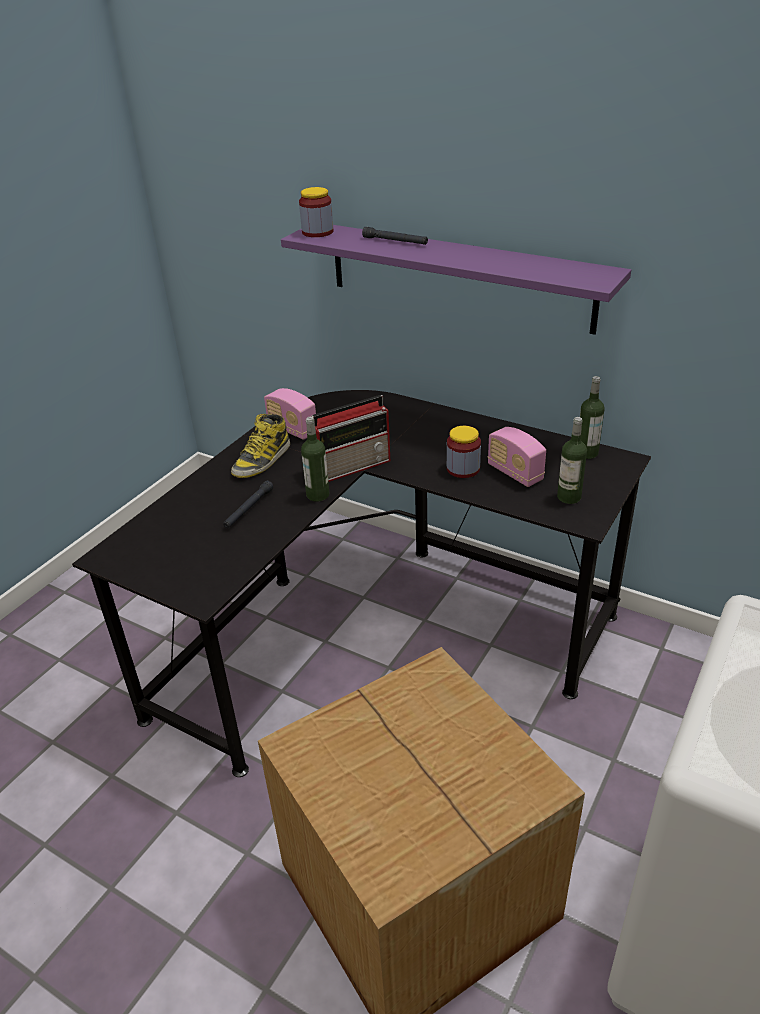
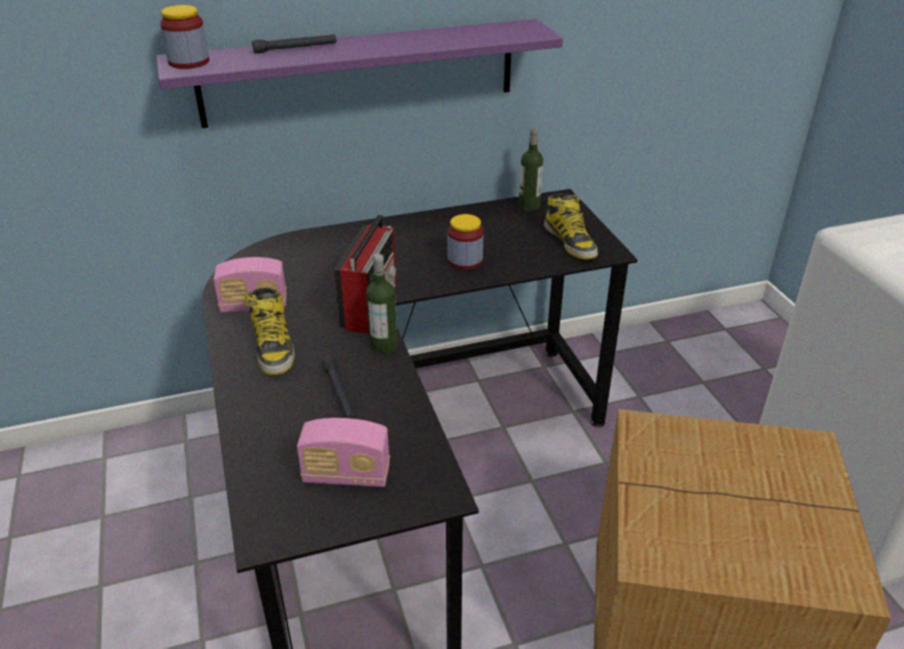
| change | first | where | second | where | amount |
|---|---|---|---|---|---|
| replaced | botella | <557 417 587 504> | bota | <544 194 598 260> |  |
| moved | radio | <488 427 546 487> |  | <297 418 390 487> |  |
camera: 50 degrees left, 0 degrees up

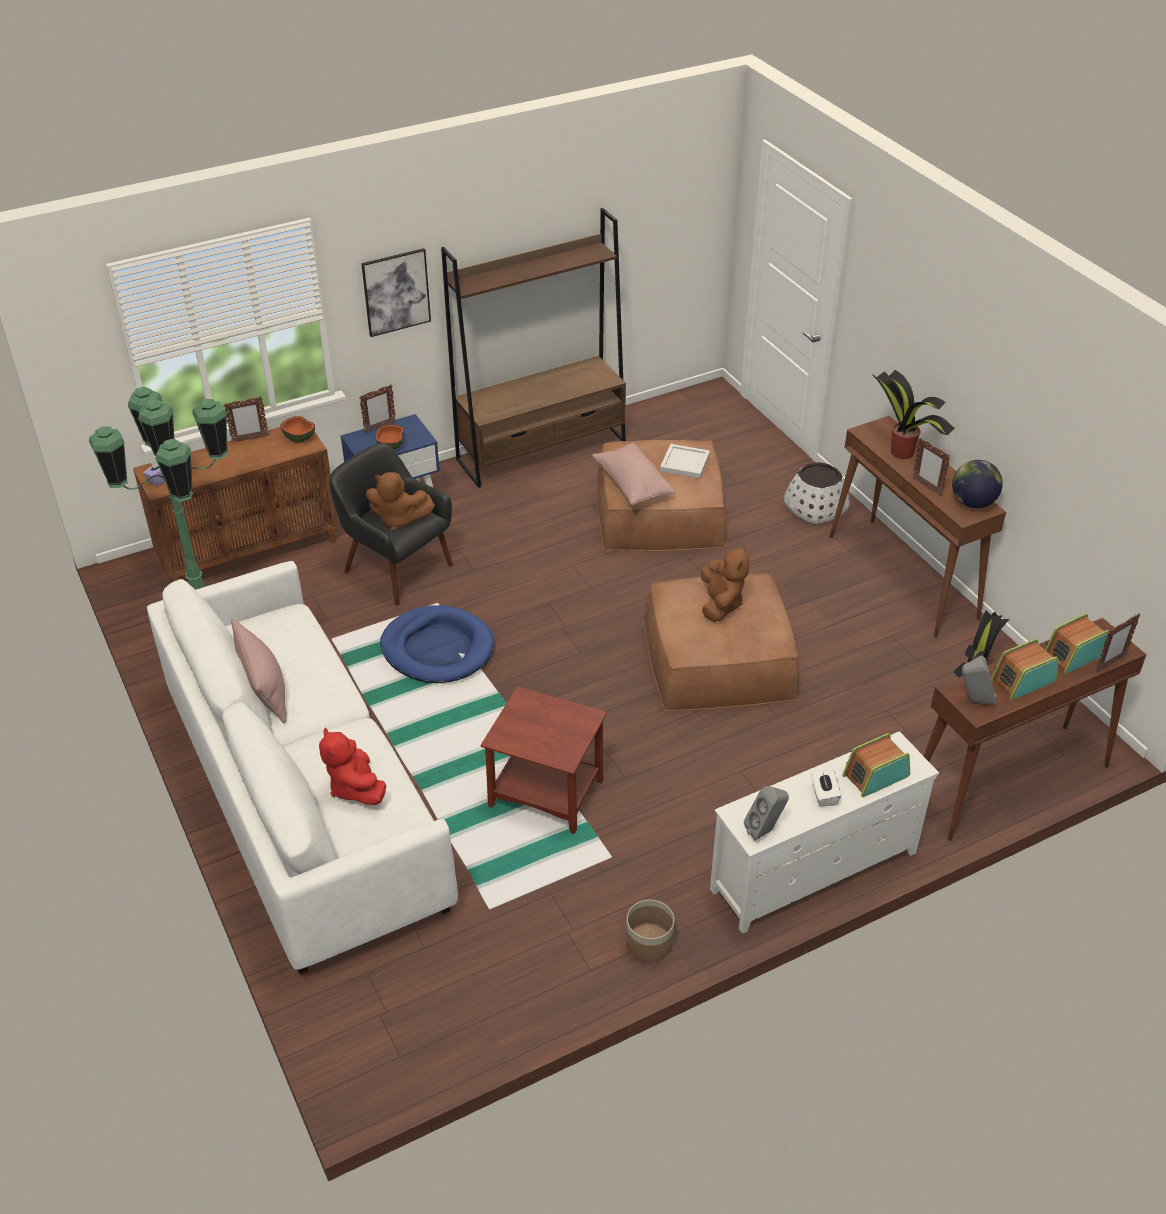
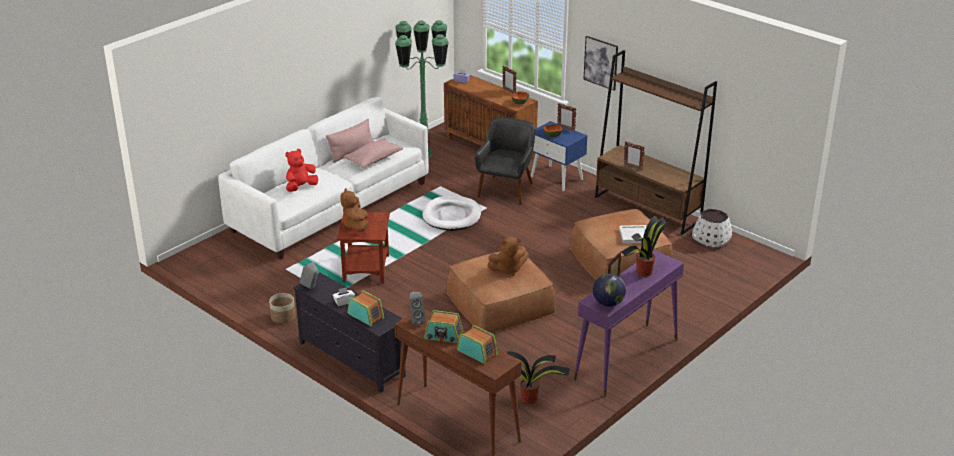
| change | first | where | second | where | amount |
|---|---|---|---|---|---|
| recoloured | mesa consola [marrón] | <829 416 1006 638> | mesa consola [morado] | <574 250 684 397> |  |
| moved | cojín [rosa] | <592 443 675 505> |  | <343 139 403 168> |  |
| moved | maceta [blanco] | <784 462 850 524> |  | <692 209 732 247> |  |
| moved | peluche [marrón] | <366 472 435 531> |  | <340 188 369 232> |  |
| recoloured | cama para perro [azul] | <380 605 494 683> | cama para perro [blanco] | <423 196 481 231> |  |
| moved | portarretratos | <1096 613 1140 673> |  | <624 142 645 171> |  |
| turned | radio | <991 639 1059 700> |  | <424 310 463 343> | 150 degrees clockwise |
| recoloured | mueble de televisión [blanco] | <710 731 939 934> | mueble de televisión [negro] | <293 273 406 393> |  |
camera: 70 degrees right, 10 degrees down

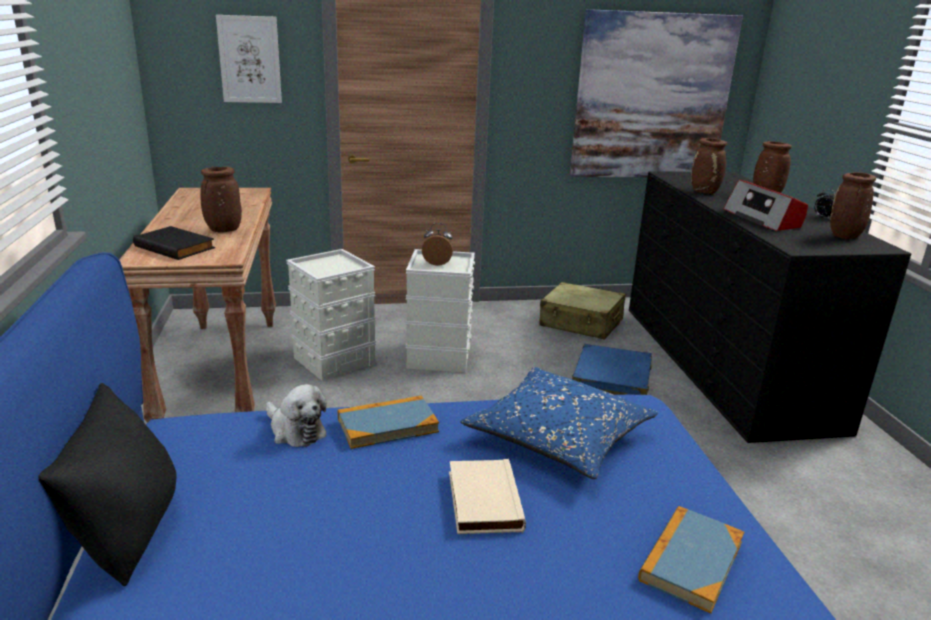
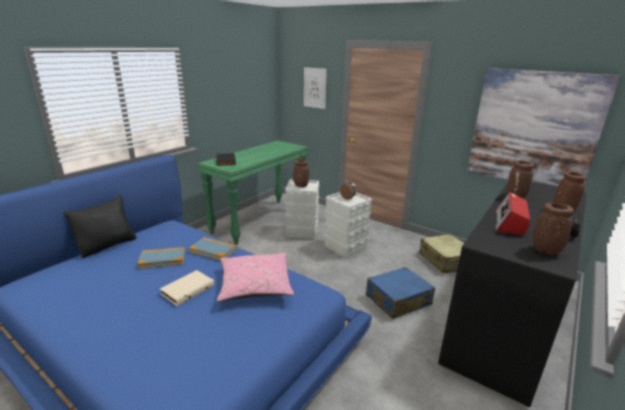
| change | first | where | second | where | amount |
|---|---|---|---|---|---|
| moved | florero [marrón] | <200 167 242 232> |  | <293 160 309 187> |  |
| recoloured | mesa consola [marrón] | <119 188 276 423> | mesa consola [verde] | <197 140 309 245> |  |
| recoloured | cojín [azul] | <460 367 658 479> | cojín [rosa] | <217 253 294 302> |  |
| removed | peluche | <266 384 327 447> |  |  |  |
| moved | libro | <638 506 744 613> |  | <137 247 185 269> |  |
camera: 45 degrees right, 0 degrees up

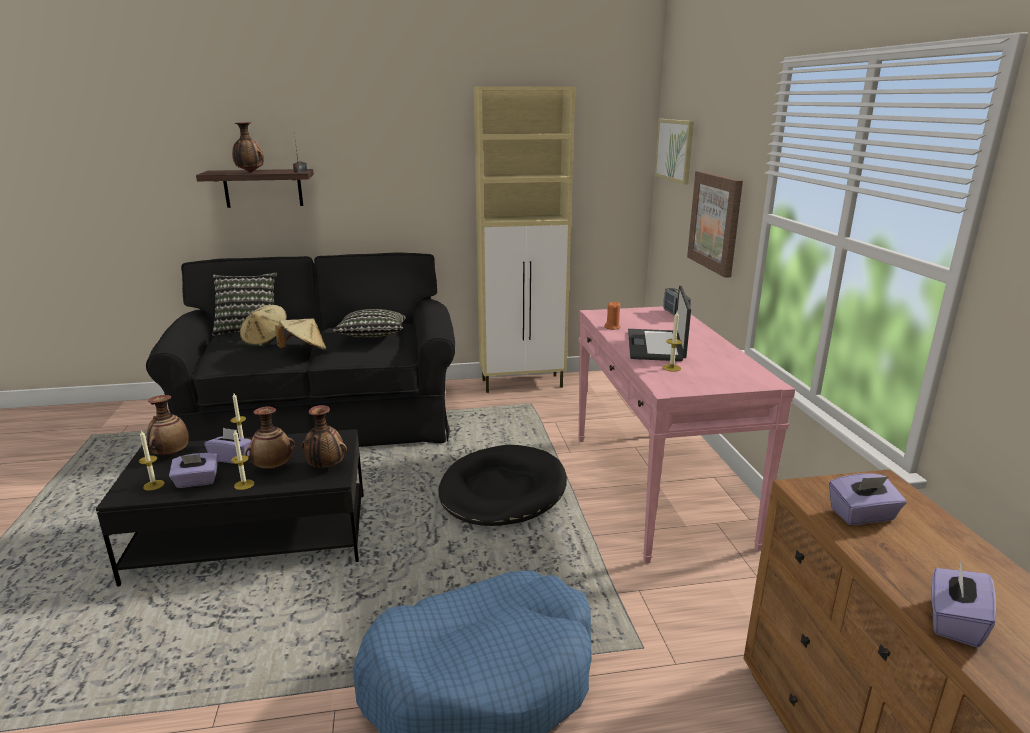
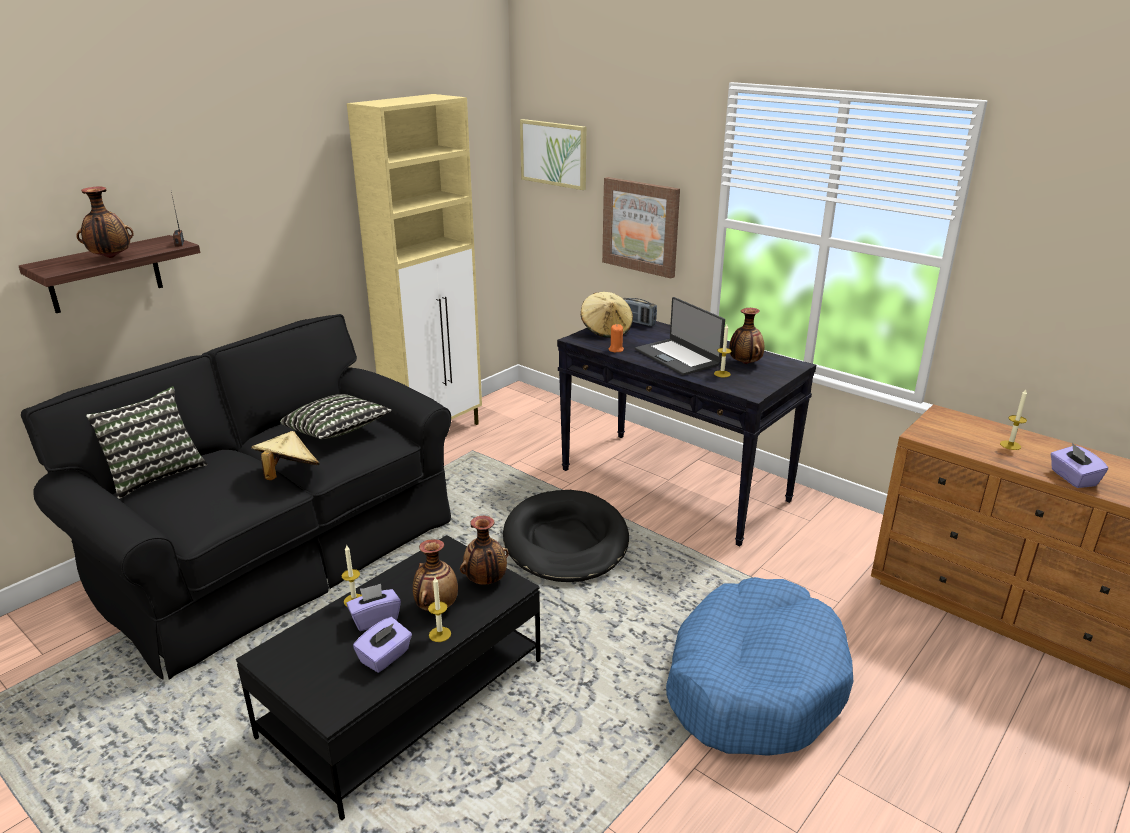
| change | first | where | second | where | amount |
|---|---|---|---|---|---|
| moved | sombrero [beis] | <240 305 287 347> |  | <581 292 633 338> |  |
| recoloured | mesa consola [rosa] | <578 306 795 563> | mesa consola [negro] | <557 321 816 546> |  |
| moved | florero | <147 395 189 455> |  | <729 308 765 364> |  |
| moved | vela | <139 430 165 491> |  | <1000 389 1027 450> |  |
| removed | caja de pañuelos [morado] | <829 473 906 525> |  |  |  |
camera: 40 degrees left, 5 degrees up

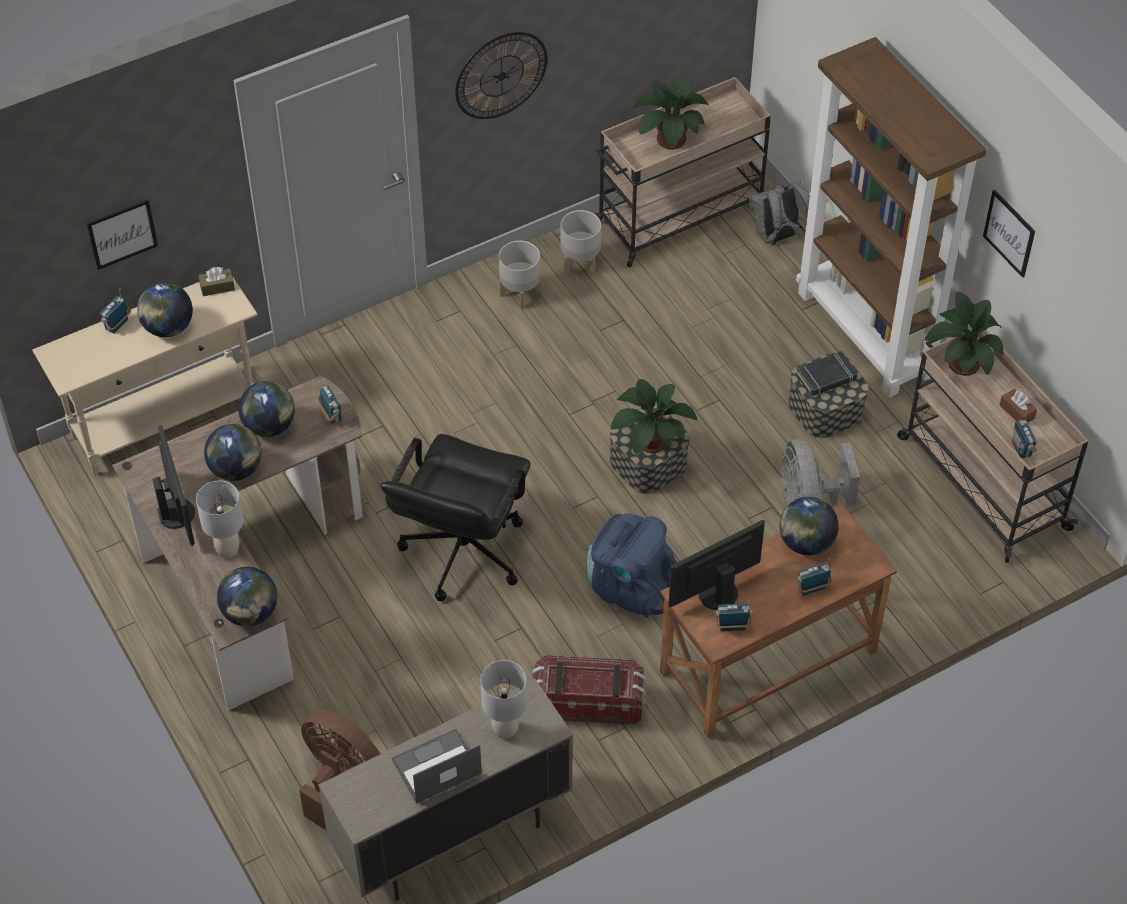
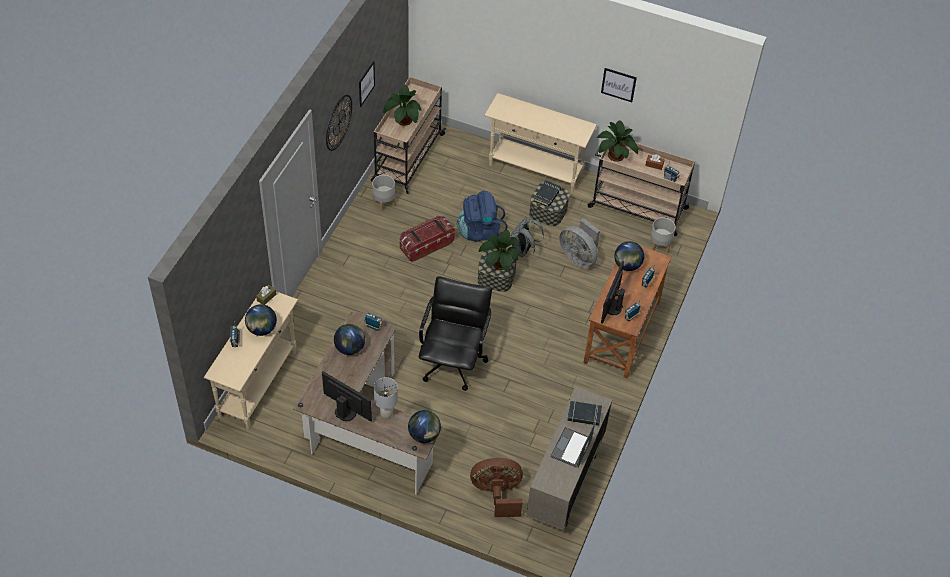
| change | first | where | second | where | amount |
|---|---|---|---|---|---|
| replaced | estantería [marrón] | <796 37 987 398> | mesa consola [beis] | <484 93 597 193> |  |
| moved | mochila [gris] | <749 180 810 245> |  | <510 217 544 257> |  |
| moved | cuadro | <86 199 158 270> |  | <359 61 375 107> |  |
| moved | maceta [gris] | <499 241 541 309> |  | <650 217 676 253> |  |
| removed | globo terráqueo | <204 424 262 481> |  |  |  |
| turned | silla de oficina [negro] | <380 434 531 601> |  | <419 276 492 391> | 150 degrees counterclockwise |
| moved | mochila [azul] | <586 513 678 617> |  | <457 191 507 242> |  |
| moved | caja de almacenaje | <532 655 645 725> |  | <400 216 455 262> |  |
| replaced | lámpara de mesa [gris] | <481 660 527 739> | libro [negro] | <567 401 602 426> |  |
camera: 40 degrees left, 0 degrees up

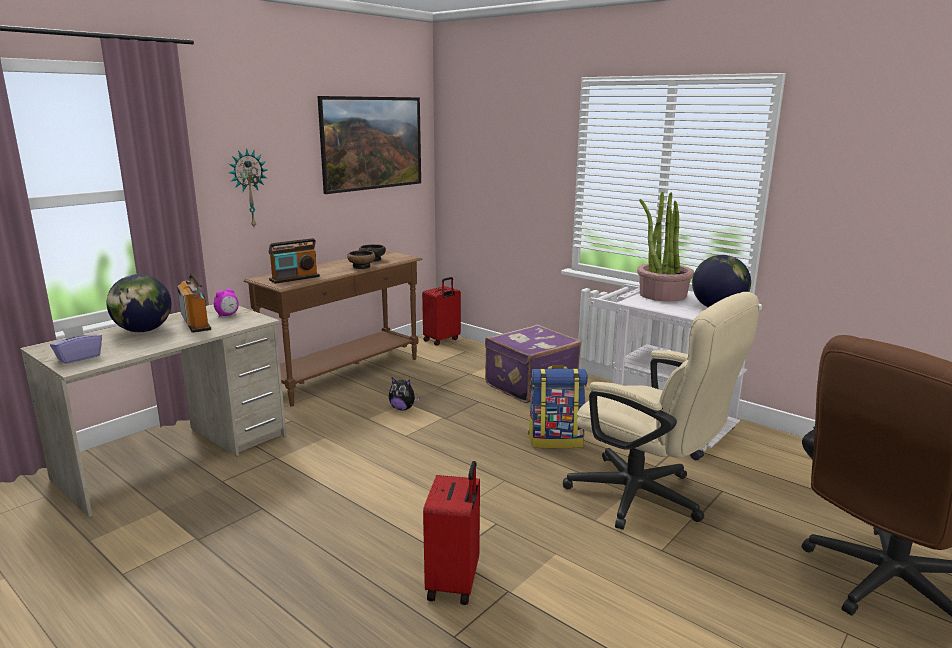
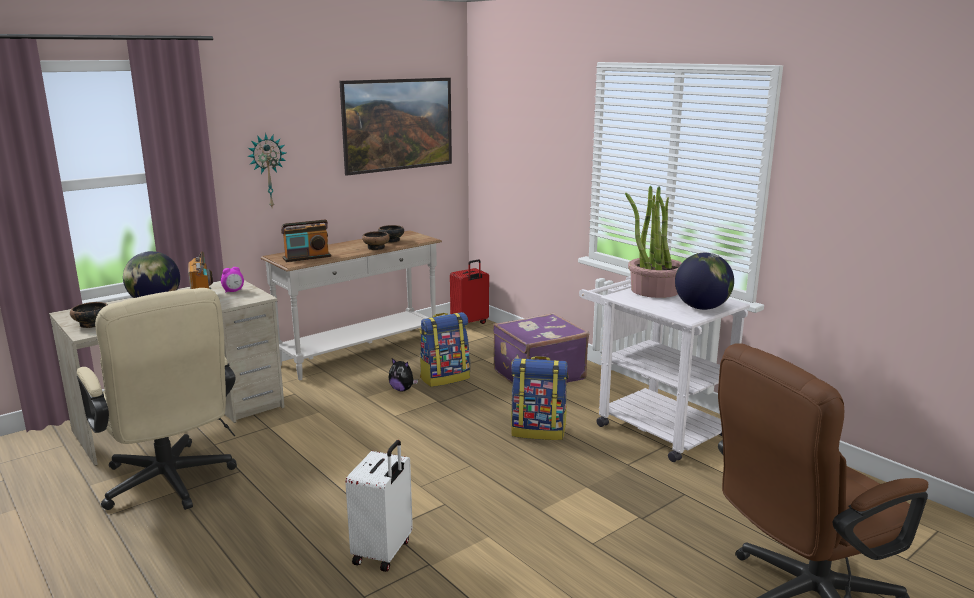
| change | first | where | second | where | amount |
|---|---|---|---|---|---|
| recoloured | mesa consola [marrón] | <244 250 423 406> | mesa consola [blanco] | <261 230 442 380> |  |
| moved | silla de oficina [beis] | <563 292 760 530> |  | <77 288 237 510> |  |
| replaced | caja de pañuelos [morado] | <50 325 102 364> | cuenco | <70 302 108 328> |  |
| recoloured | maleta [rojo] | <423 461 480 605> | maleta [blanco] | <345 440 413 572> |  |
| added |  |  | mochila | <420 312 470 387> |  |
camera: 10 degrees right, 0 degrees up

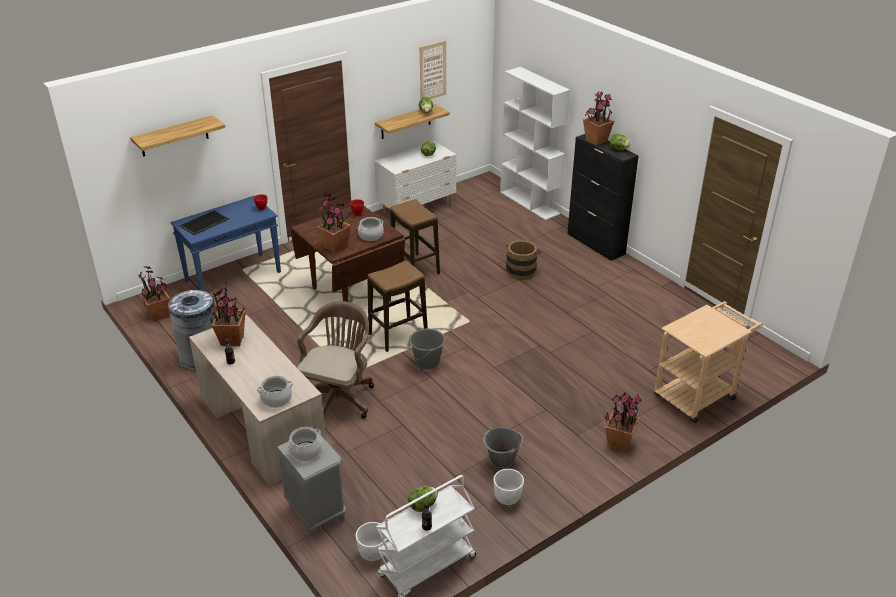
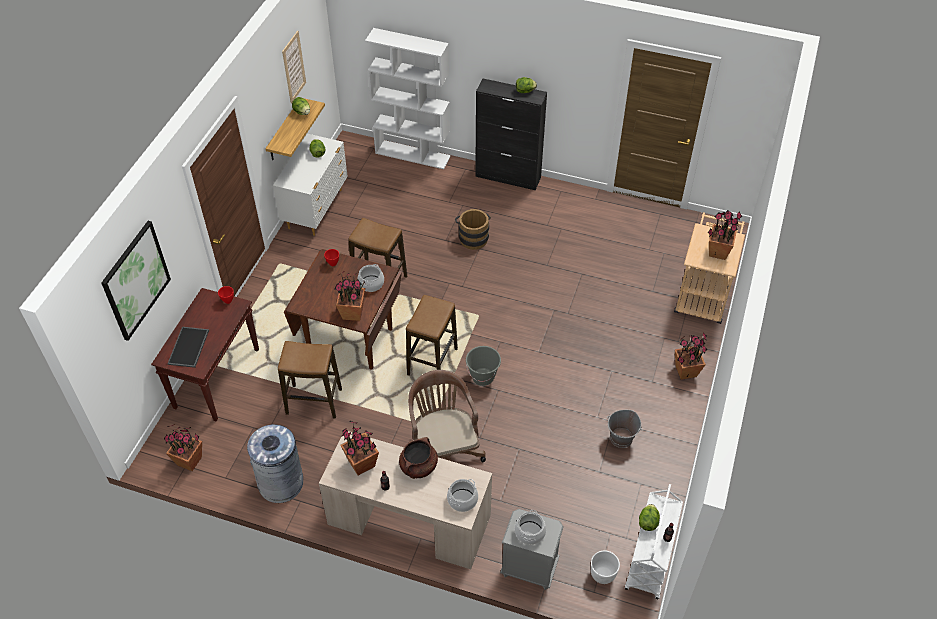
| change | first | where | second | where | amount |
|---|---|---|---|---|---|
| moved | planta en maceta | <583 91 614 146> |  | <708 210 743 260> |  |
| replaced | estante | <130 115 225 157> | cuadro | <101 221 171 341> |  |
| recoloured | mesa consola [azul] | <170 196 281 291> | mesa consola [marrón] | <151 288 259 422> |  |
| removed | maceta [blanco] | <494 469 524 505> |  |  |  |
| added |  |  | taburete | <278 341 342 419> |  |
| added |  |  | olla [marrón] | <399 437 438 479> |  |
camera: 35 degrees left, 15 degrees up

